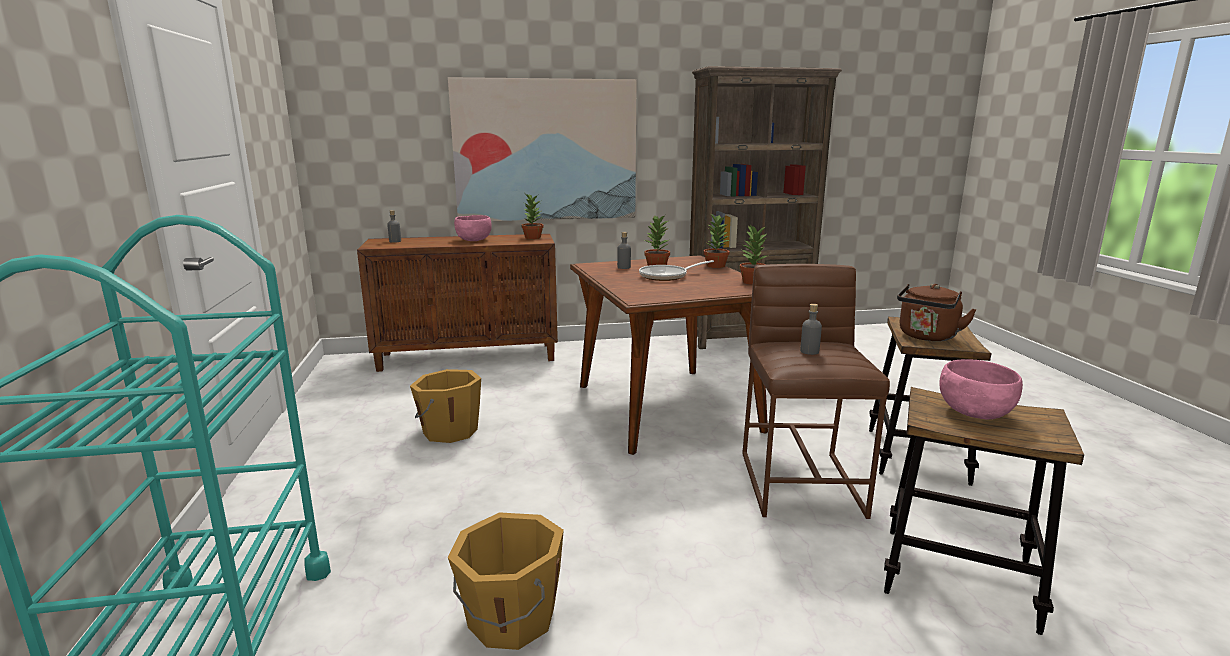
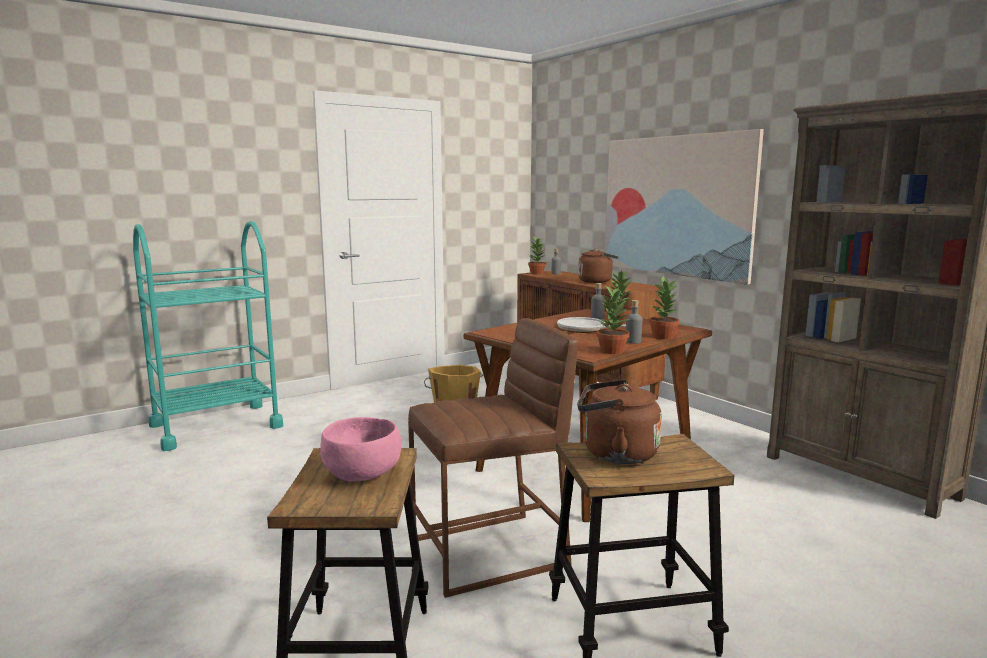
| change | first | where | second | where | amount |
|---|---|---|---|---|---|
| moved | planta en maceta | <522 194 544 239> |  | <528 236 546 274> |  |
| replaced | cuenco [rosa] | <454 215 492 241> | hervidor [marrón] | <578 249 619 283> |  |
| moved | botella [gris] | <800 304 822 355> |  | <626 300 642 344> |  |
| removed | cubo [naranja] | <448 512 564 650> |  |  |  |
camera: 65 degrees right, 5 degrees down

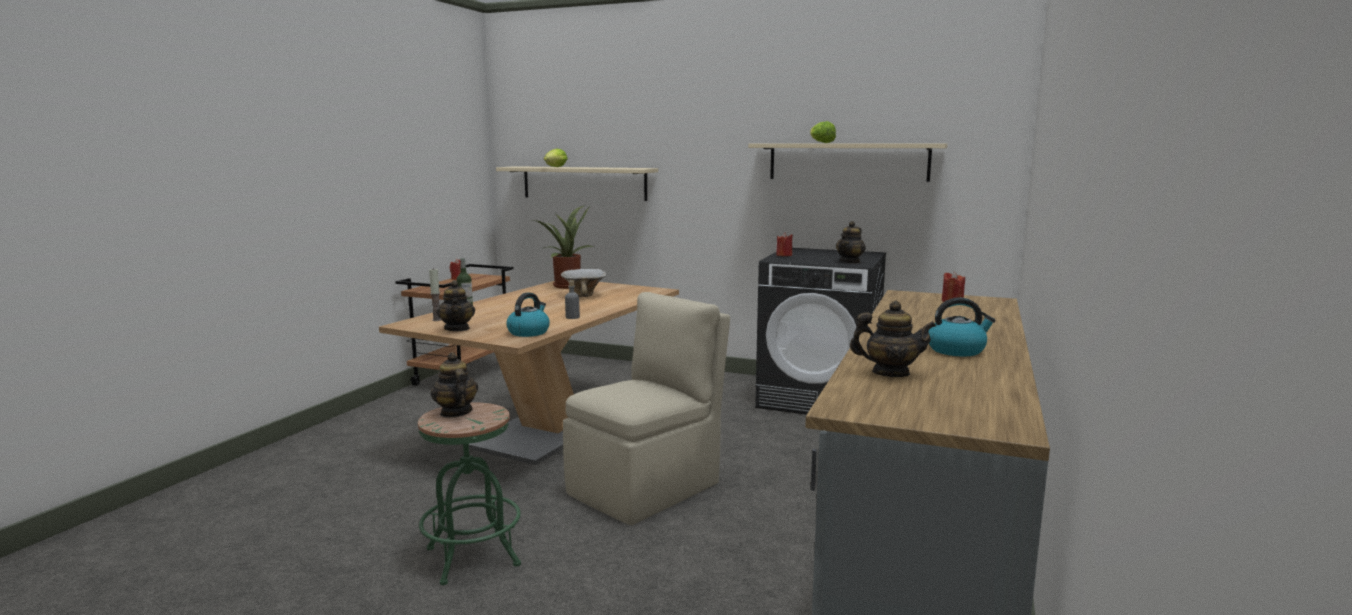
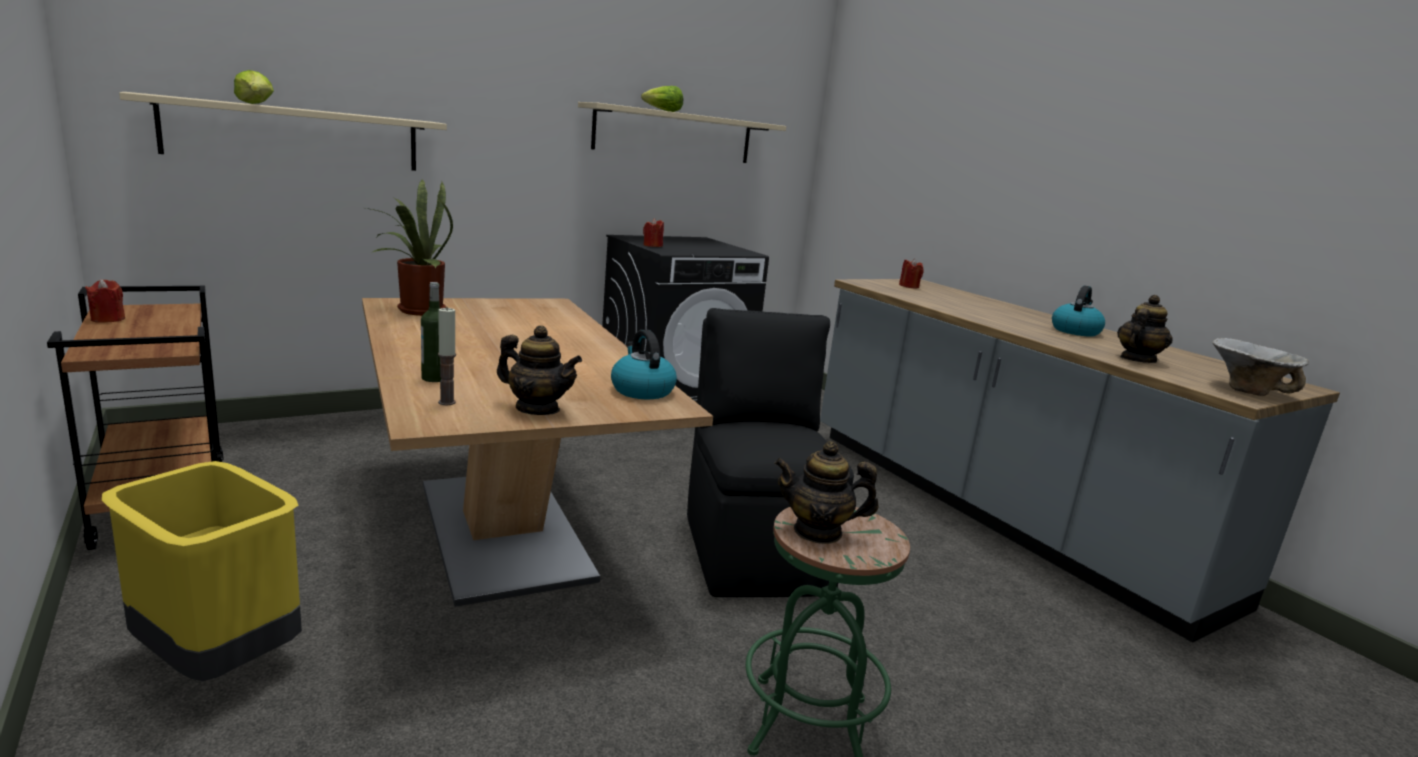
| change | first | where | second | where | amount |
|---|---|---|---|---|---|
| removed | tetera | <836 221 866 264> |  |  |  |
| moved | cuenco | <561 269 606 297> |  | <1212 338 1309 396> |  |
| removed | botella [gris] | <565 280 580 319> |  |  |  |
| recoloured | silla [beis] | <563 292 730 525> | silla [negro] | <687 308 854 597> |  |
| added |  |  | papelera [amarillo] | <102 461 302 681> |  |
camera: 55 degrees left, 5 degrees up

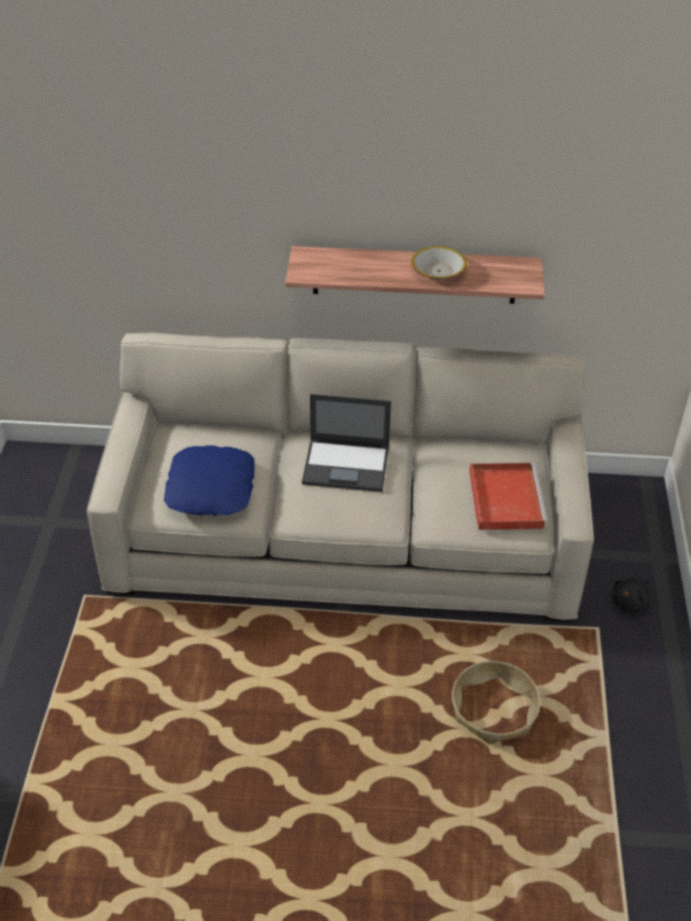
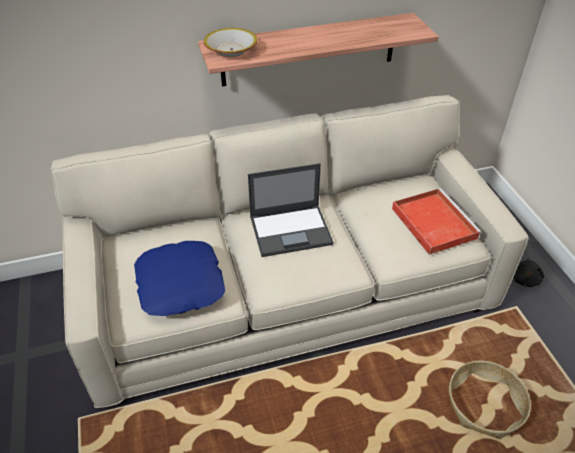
| change | first | where | second | where | amount |
|---|---|---|---|---|---|
| moved | cuenco | <411 246 467 281> |  | <204 28 257 57> |  |
camera: 20 degrees left, 0 degrees up

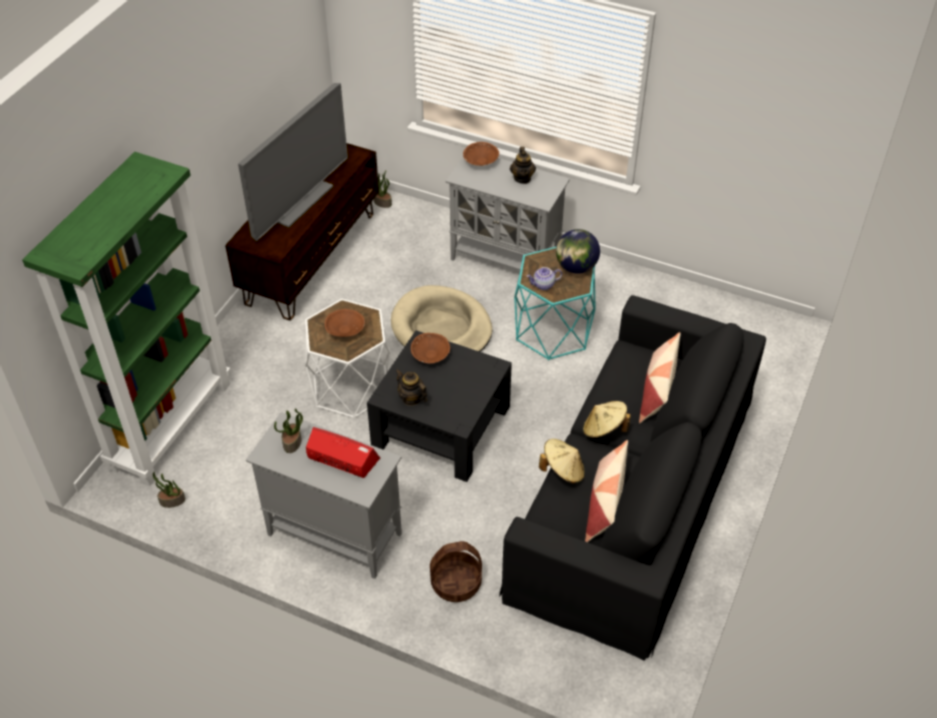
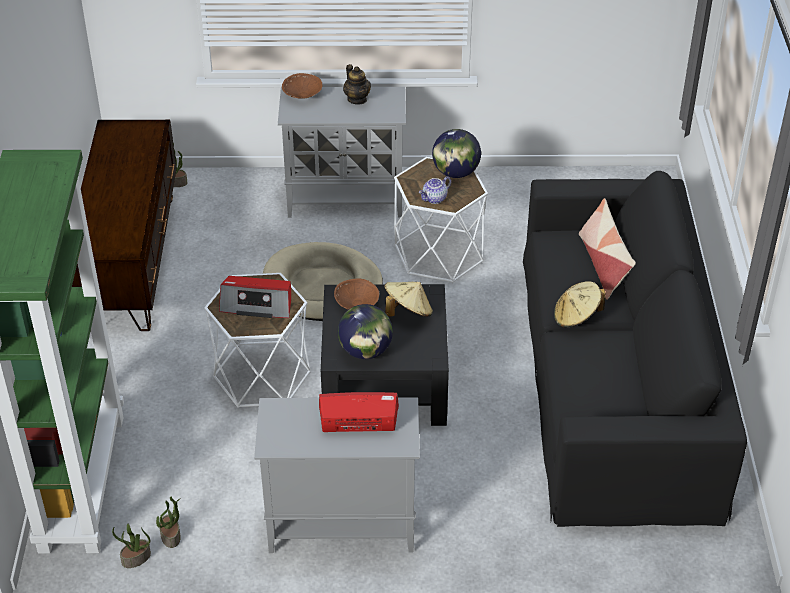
| change | first | where | second | where | amount |
|---|---|---|---|---|---|
| removed | televisor | <238 83 348 241> |  |  |  |
| recoloured | mesa auxiliar [turquesa] | <514 247 596 360> | mesa auxiliar [blanco] | <394 157 488 283> |  |
| replaced | cuenco [marrón] | <324 309 365 337> | radio | <219 276 291 318> |  |
| replaced | tetera | <395 369 427 406> | globo terráqueo | <338 304 393 359> |  |
| moved | planta en maceta | <274 408 303 453> |  | <156 496 181 548> |  |
| moved | sombrero [beis] | <539 439 585 483> |  | <385 282 433 317> |  |
| removed | cojín | <585 440 628 542> |  |  |  |
| removed | cesta | <430 541 482 602> |  |  |  |
camera: 25 degrees left, 5 degrees down

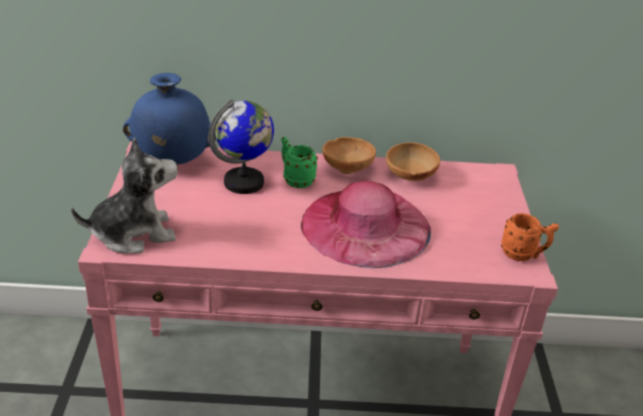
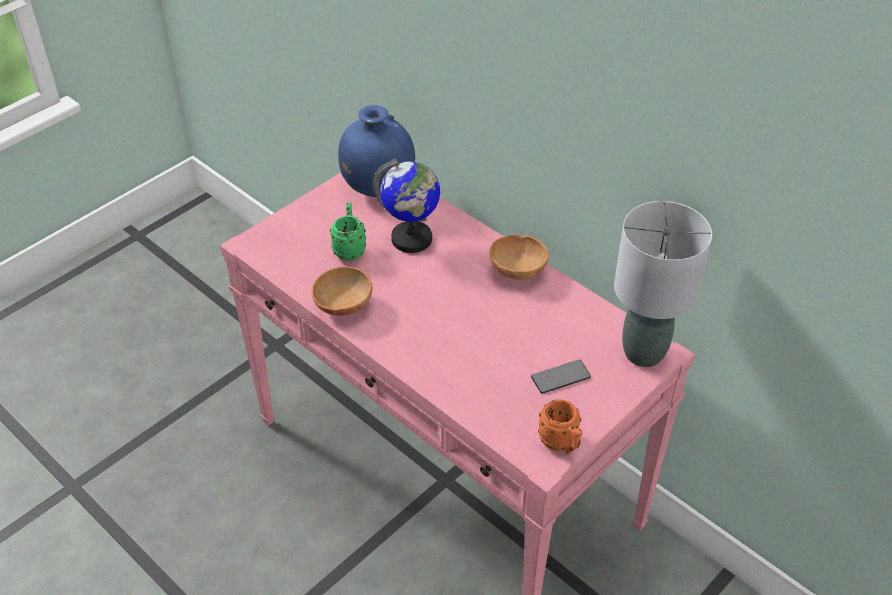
| change | first | where | second | where | amount |
|---|---|---|---|---|---|
| removed | peluche | <71 137 178 253> |  |  |  |
| moved | taza grande [verde] | <281 137 318 188> |  | <330 203 366 261> |  |
| moved | cuenco [marrón] | <386 142 440 181> |  | <311 267 372 316> |  |
| removed | sombrero [rosa] | <301 181 431 268> |  |  |  |
| added |  |  | lámpara de mesa [gris] | <614 201 712 367> |  |
| added |  |  | móvil | <531 360 591 394> |  |
camera: 45 degrees right, 10 degrees up

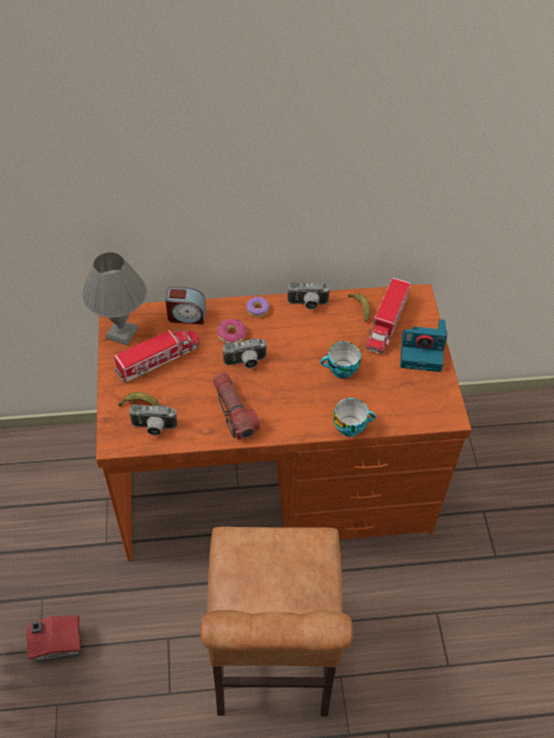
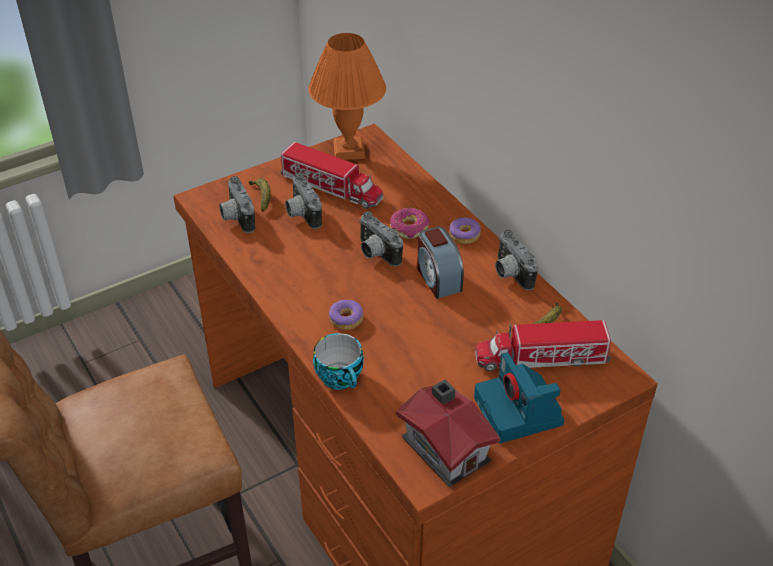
| change | first | where | second | where | amount |
|---|---|---|---|---|---|
| recoloured | lámpara de mesa [gris] | <82 252 147 345> | lámpara de mesa [naranja] | <308 33 386 160> |  |
| moved | despertador | <165 286 206 325> |  | <417 227 464 299> |  |
| removed | taza | <321 341 361 379> |  |  |  |
| removed | linterna | <213 373 260 439> |  |  |  |
| moved | casita | <26 615 81 663> |  | <396 380 500 487> |  |
| added |  |  | cámara | <285 173 322 229> |  |
| added |  |  | rosquilla | <329 300 363 330> |  |
camera: 65 degrees right, 10 degrees down

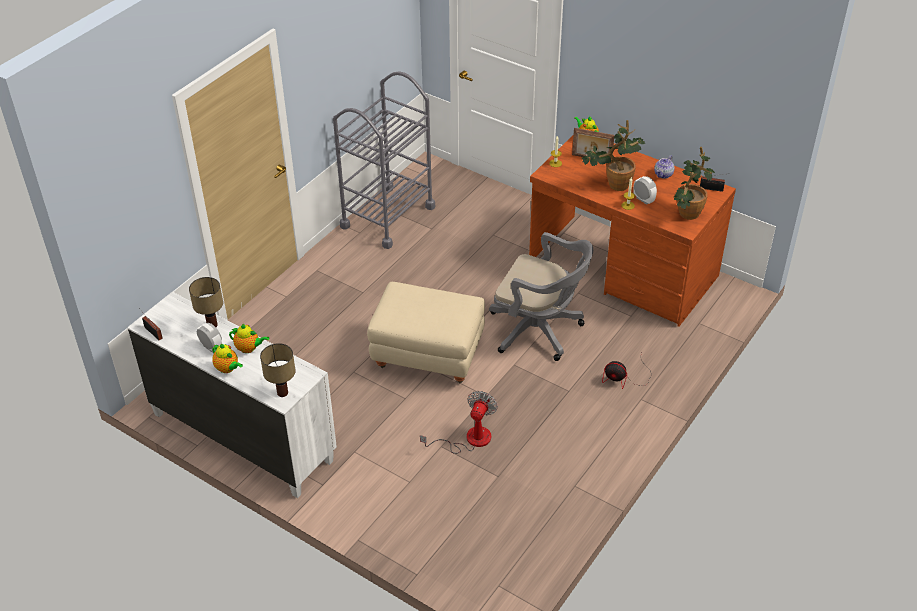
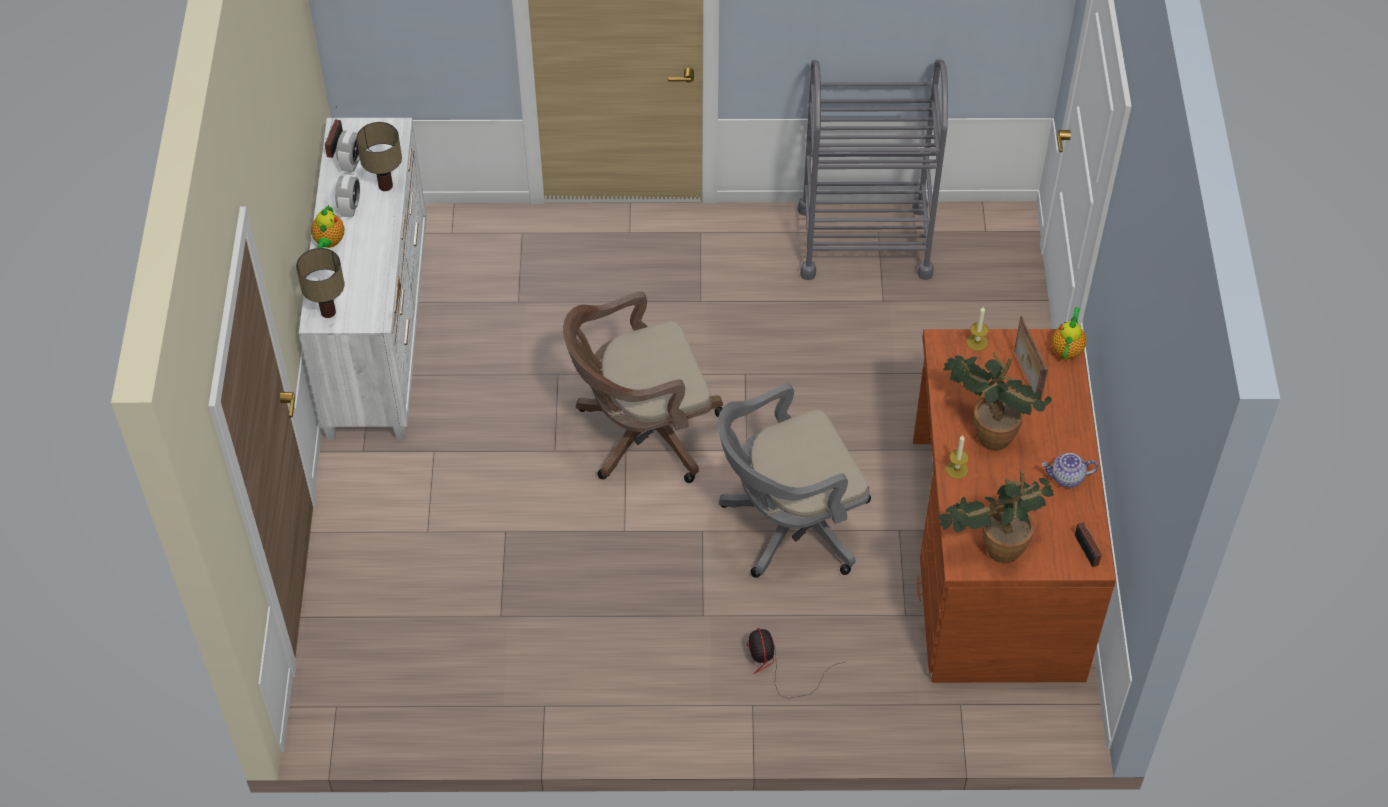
| change | first | where | second | where | amount |
|---|---|---|---|---|---|
| moved | despertador | <633 176 657 205> |  | <336 130 360 173> |  |
| turned | silla de oficina [gris] | <489 232 593 361> |  | <718 383 871 578> | 75 degrees clockwise |
| replaced | puf [beis] | <367 282 485 383> | silla de oficina [marrón] | <563 292 723 483> |  |
| removed | tetera | <229 324 269 353> |  |  |  |
| removed | ventilador | <420 391 498 454> |  |  |  |
camera: 55 degrees right, 10 degrees up

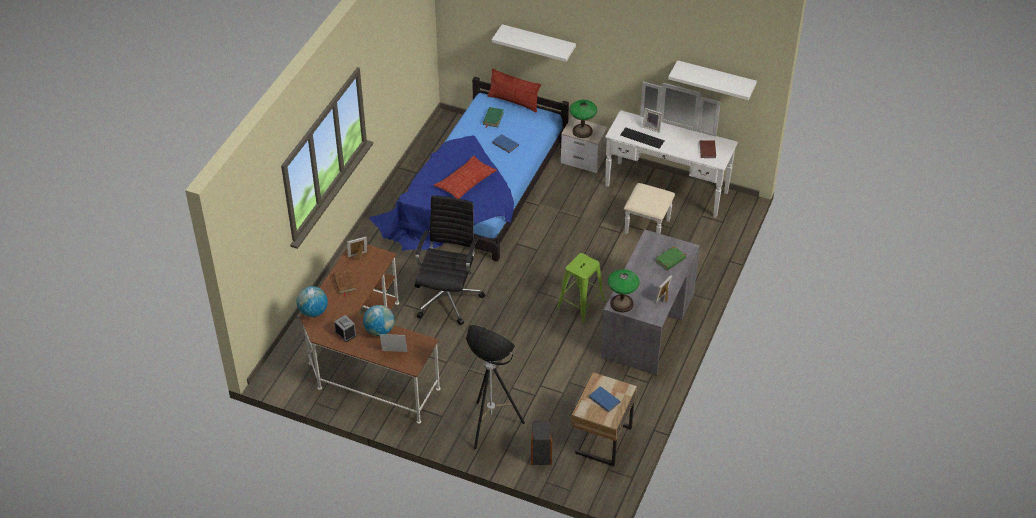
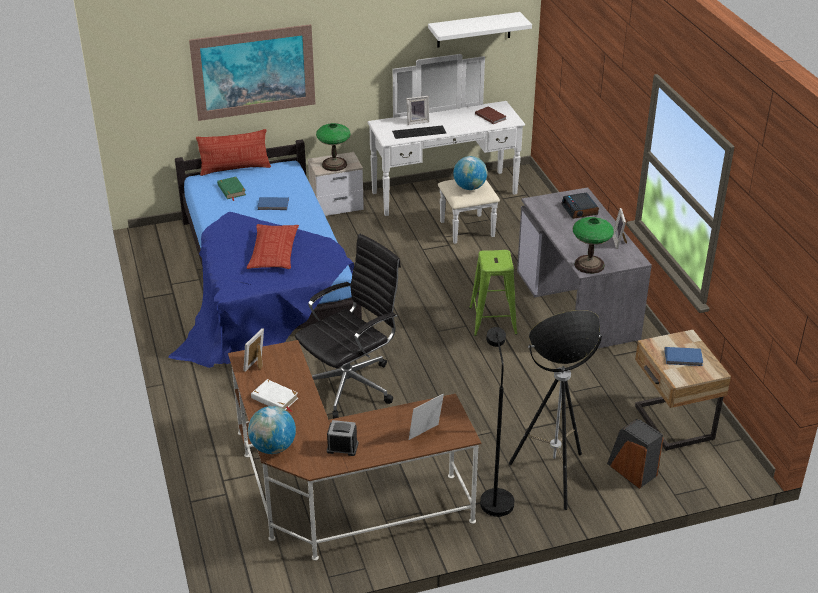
| change | first | where | second | where | amount |
|---|---|---|---|---|---|
| replaced | estante [blanco] | <492 24 576 62> | cuadro | <189 24 315 121> |  |
| turned | silla de oficina [negro] | <414 196 485 325> |  | <295 234 401 419> | 75 degrees clockwise |
| replaced | libro [verde] | <656 246 686 270> | despertador | <561 193 599 219> |  |
| recoloured | libro [marrón] | <333 269 357 297> | libro [blanco] | <251 379 298 412> |  |
| moved | globo terráqueo | <363 305 394 336> |  | <453 156 487 190> |  |
| added |  |  | lámpara de pie [negro] | <480 327 514 517> |  |
camera: 40 degrees left, 10 degrees down

